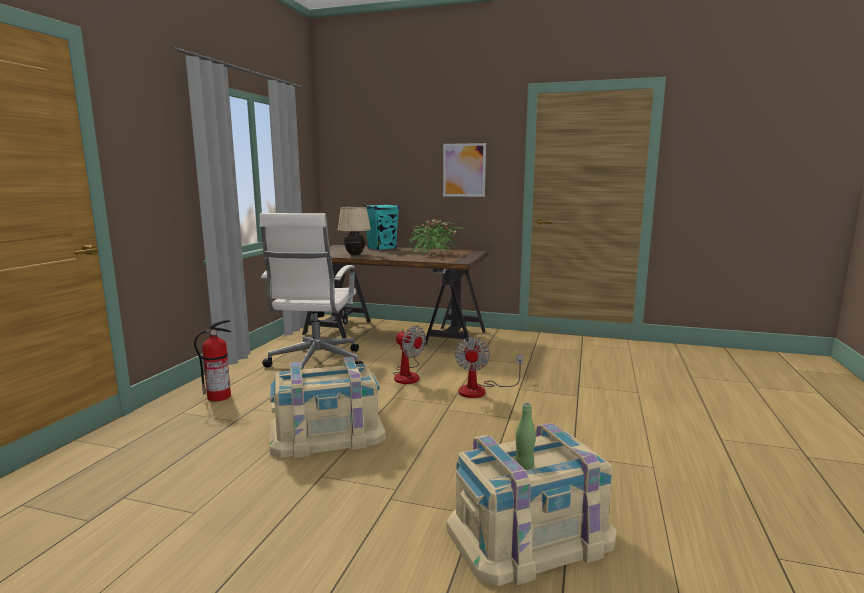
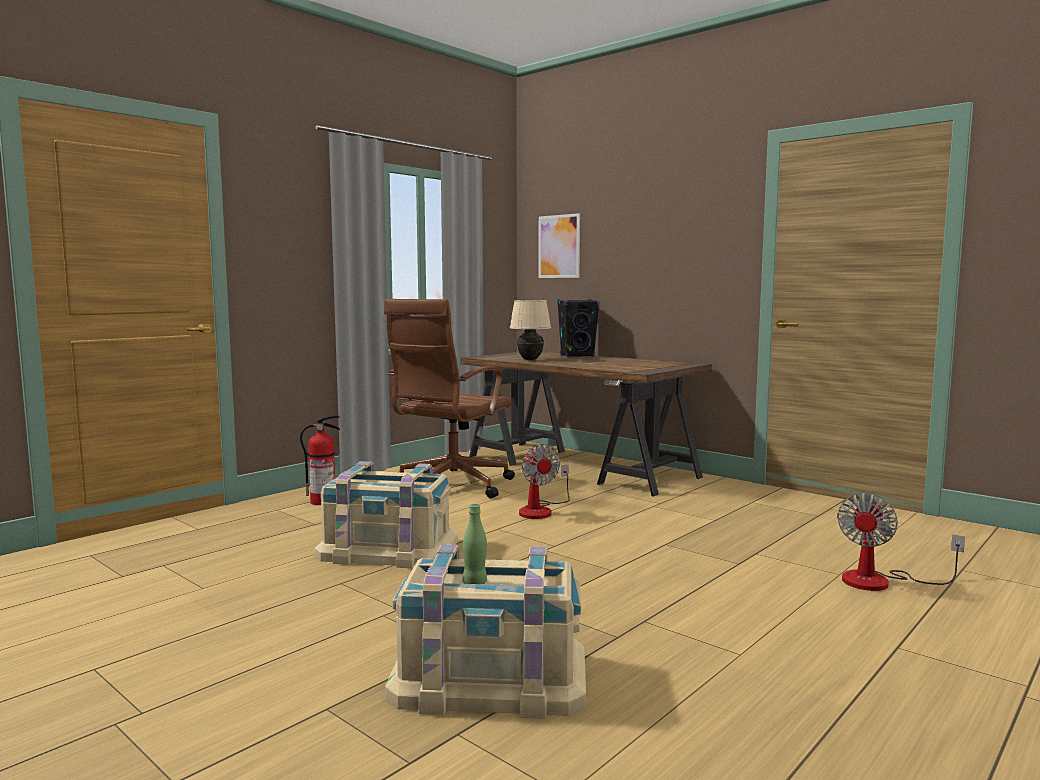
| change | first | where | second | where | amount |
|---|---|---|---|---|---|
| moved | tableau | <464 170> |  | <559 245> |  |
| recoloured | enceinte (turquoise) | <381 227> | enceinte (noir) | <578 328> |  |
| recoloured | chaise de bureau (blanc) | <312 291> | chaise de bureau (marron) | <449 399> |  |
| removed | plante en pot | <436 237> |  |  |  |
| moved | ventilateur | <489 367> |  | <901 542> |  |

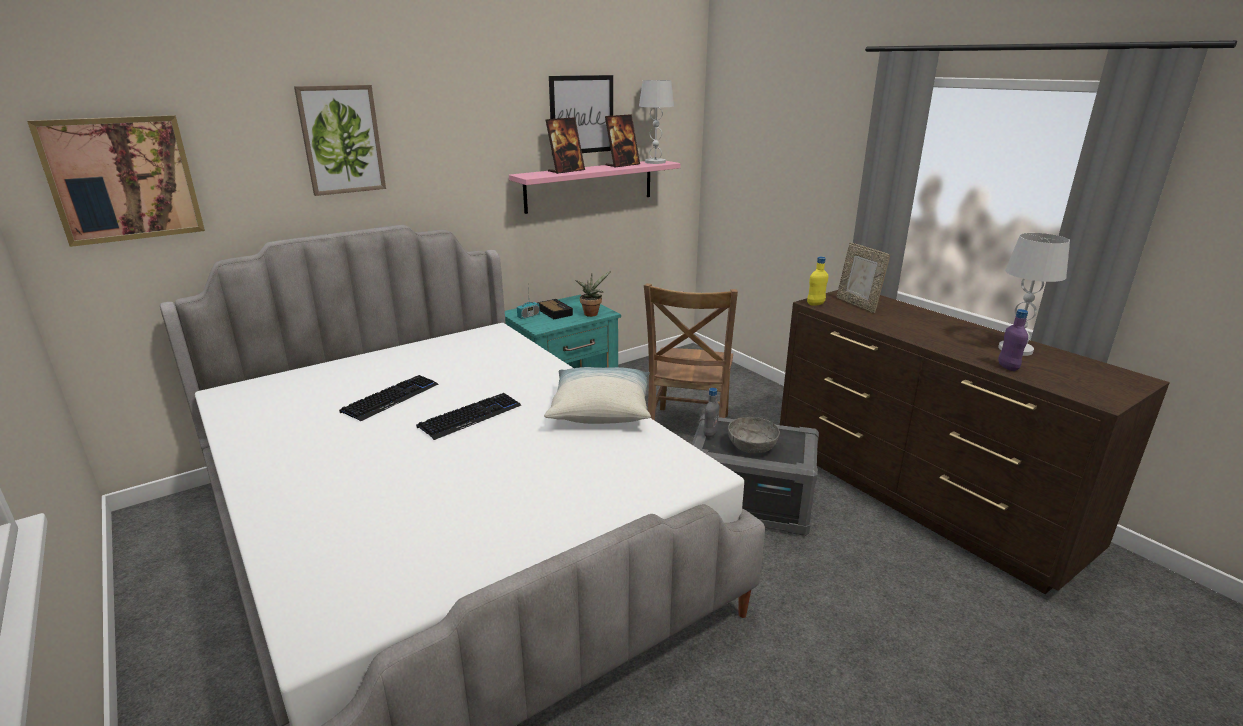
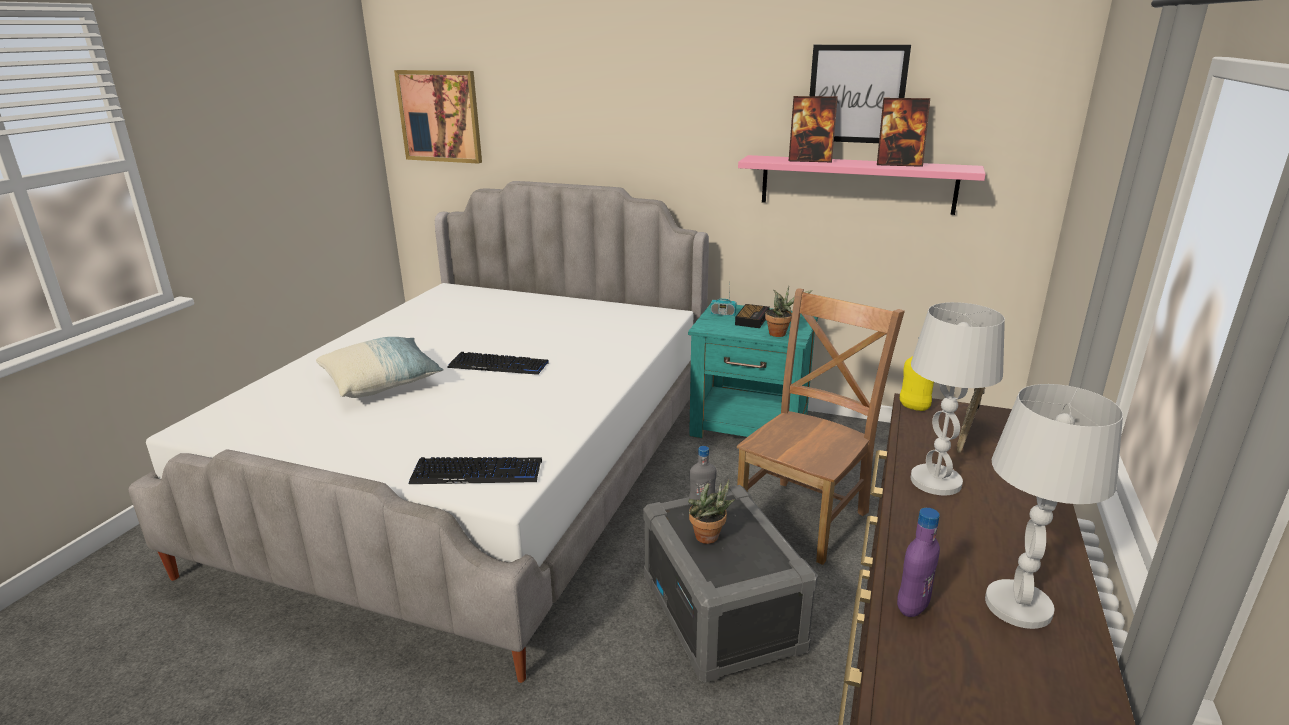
| change | first | where | second | where | amount |
|---|---|---|---|---|---|
| moved | lampe de table (blanc) | <656 122> |  | <958 399> |  |
| removed | tableau | <340 140> |  |  |  |
| turned | chaise (marron) | <691 352> |  | <821 426> | 150 degrees clockwise |
| moved | coussin | <597 395> |  | <380 367> |  |
| moved | clavier | <388 398> |  | <475 470> |  |
| replaced | bol (gris) | <754 435> | plante en pot | <711 512> |  |

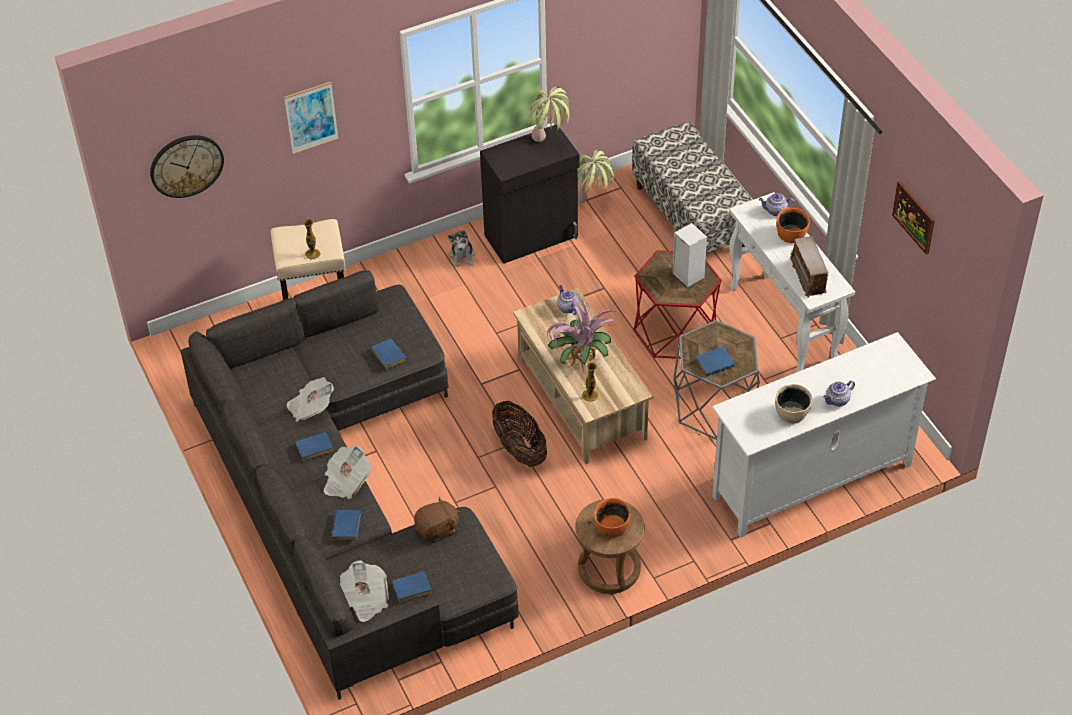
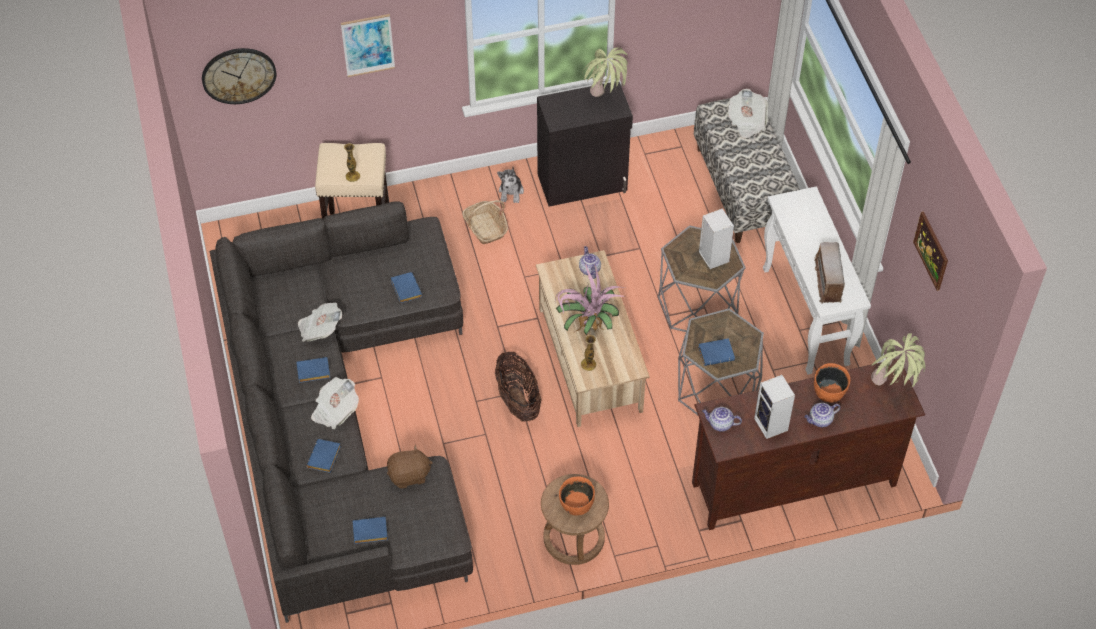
| change | first | where | second | where | amount |
|---|---|---|---|---|---|
| moved | plante en pot | <596 176> |  | <898 360> |  |
| moved | théière | <777 204> |  | <722 419> |  |
| moved | bol (orange) | <793 225> |  | <832 383> |  |
| recoloured | table d'appoint (rouge) | <678 304> | table d'appoint (gris) | <702 278> |  |
| recoloured | meuble télé (blanc) | <824 435> | meuble télé (marron) | <808 444> |  |
| replaced | bol (beige) | <793 404> | enceinte | <774 407> |  |
| moved | journal | <364 591> |  | <747 114> |  |
| added |  |  | panier | <485 222> |  |

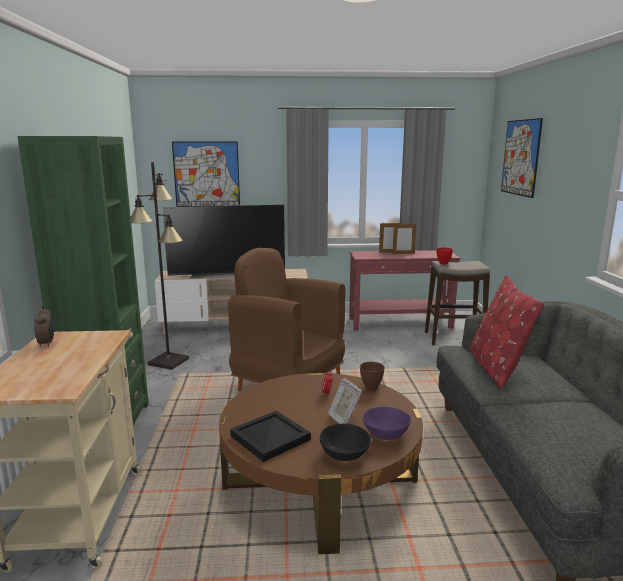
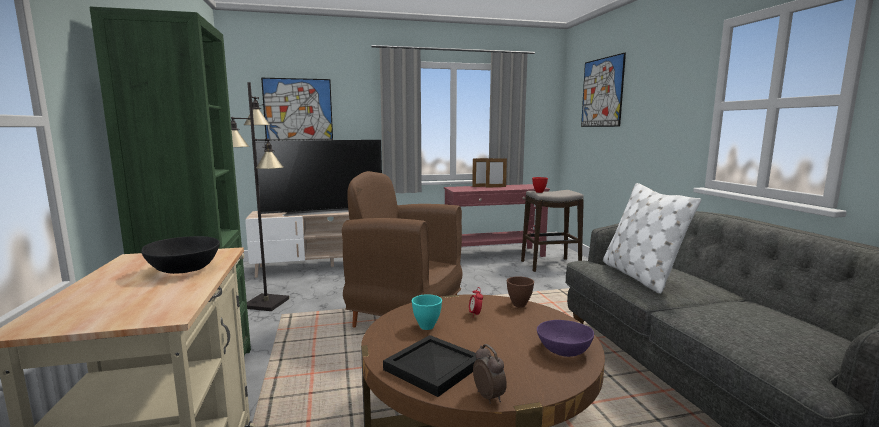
| change | first | where | second | where | amount |
|---|---|---|---|---|---|
| recoloured | coussin (rouge) | <507 332> | coussin (blanc) | <652 238> |  |
| moved | réveil | <44 326> |  | <490 374> |  |
| removed | cadre photo | <345 401> |  |  |  |
| moved | bol (noir) | <345 442> |  | <180 255> |  |
| added |  |  | bol (turquoise) | <427 312> |  |

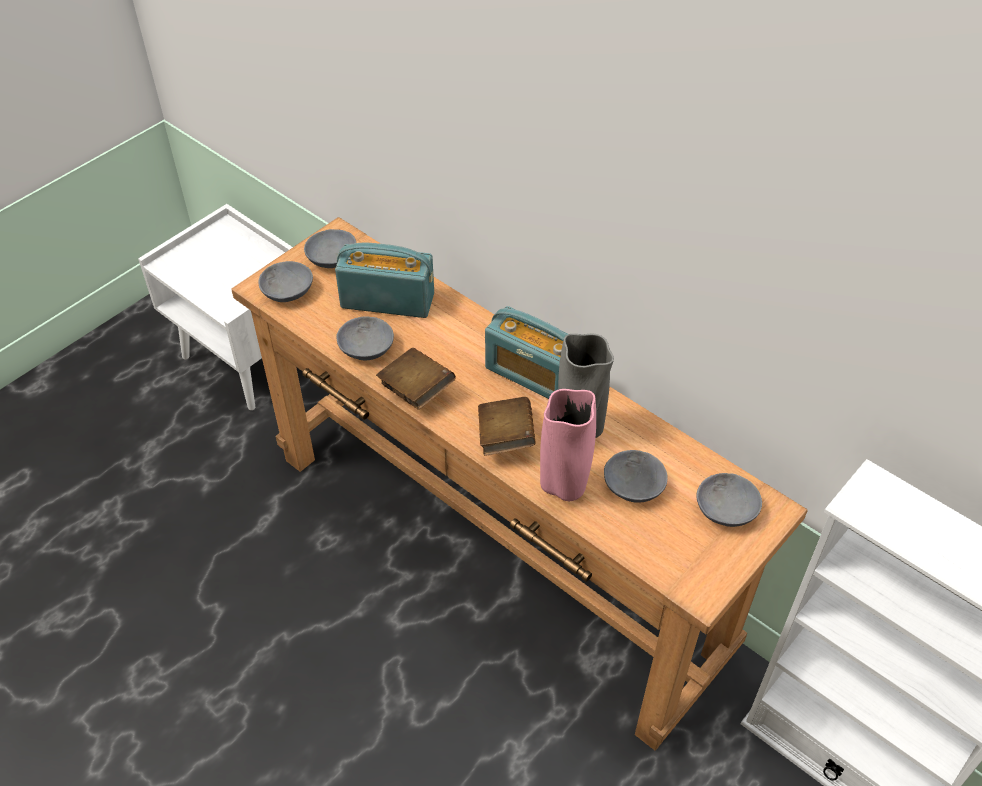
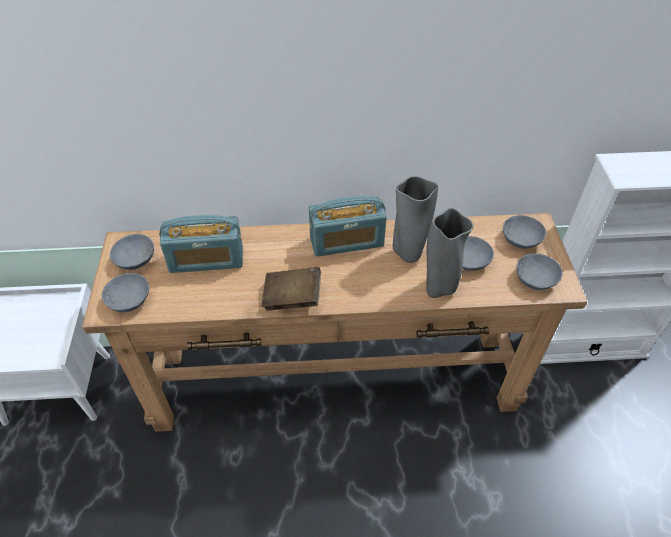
| change | first | where | second | where | amount |
|---|---|---|---|---|---|
| turned | radio | <384 280> |  | <201 244> | 150 degrees counterclockwise |
| moved | bol (gris) | <365 338> |  | <539 271> |  |
| recoloured | vase (rose) | <568 445> | vase (gris) | <449 253> |  |
| removed | livre (marron) | <506 426> |  |  |  |

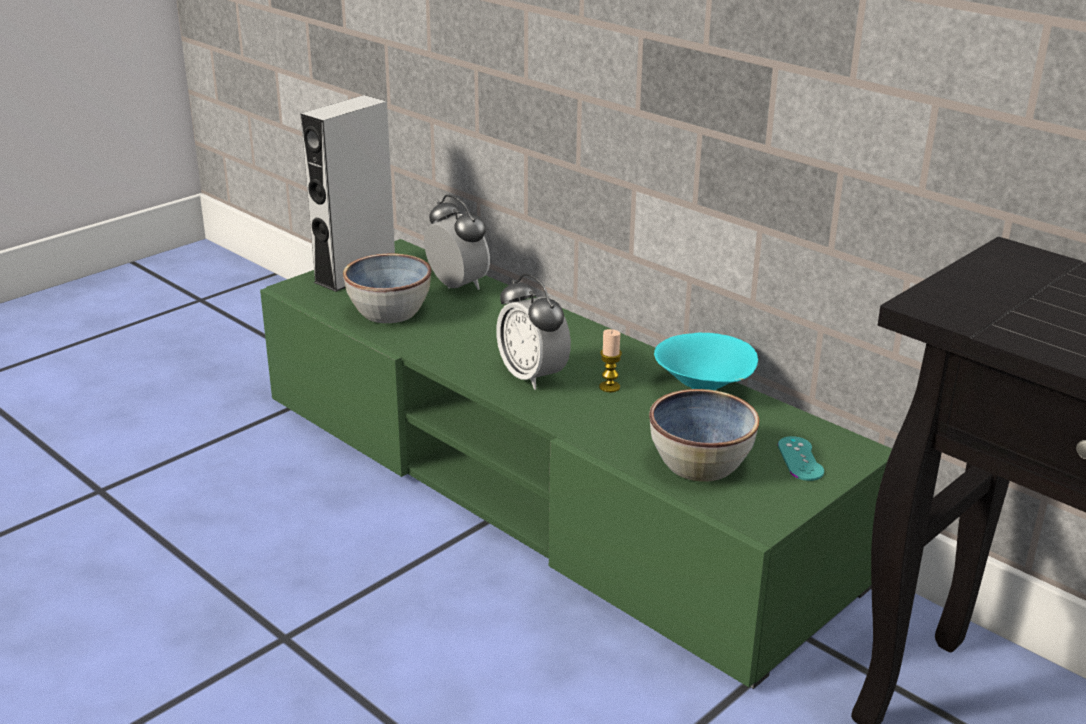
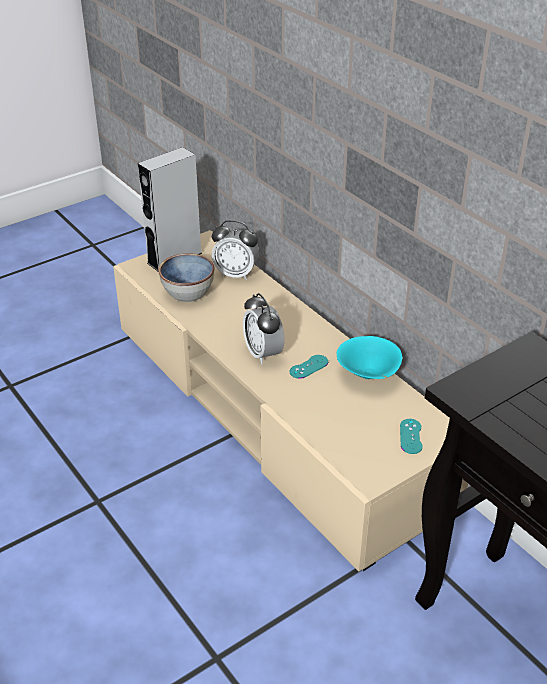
| change | first | where | second | where | amount |
|---|---|---|---|---|---|
| turned | réveil | <457 242> |  | <235 250> | 135 degrees clockwise |
| recoloured | meuble télé (vert) | <576 464> | meuble télé (beige) | <290 401> |  |
| replaced | bougie | <610 360> | manette (turquoise) | <309 367> |  |
| removed | bol | <704 435> |  |  |  |

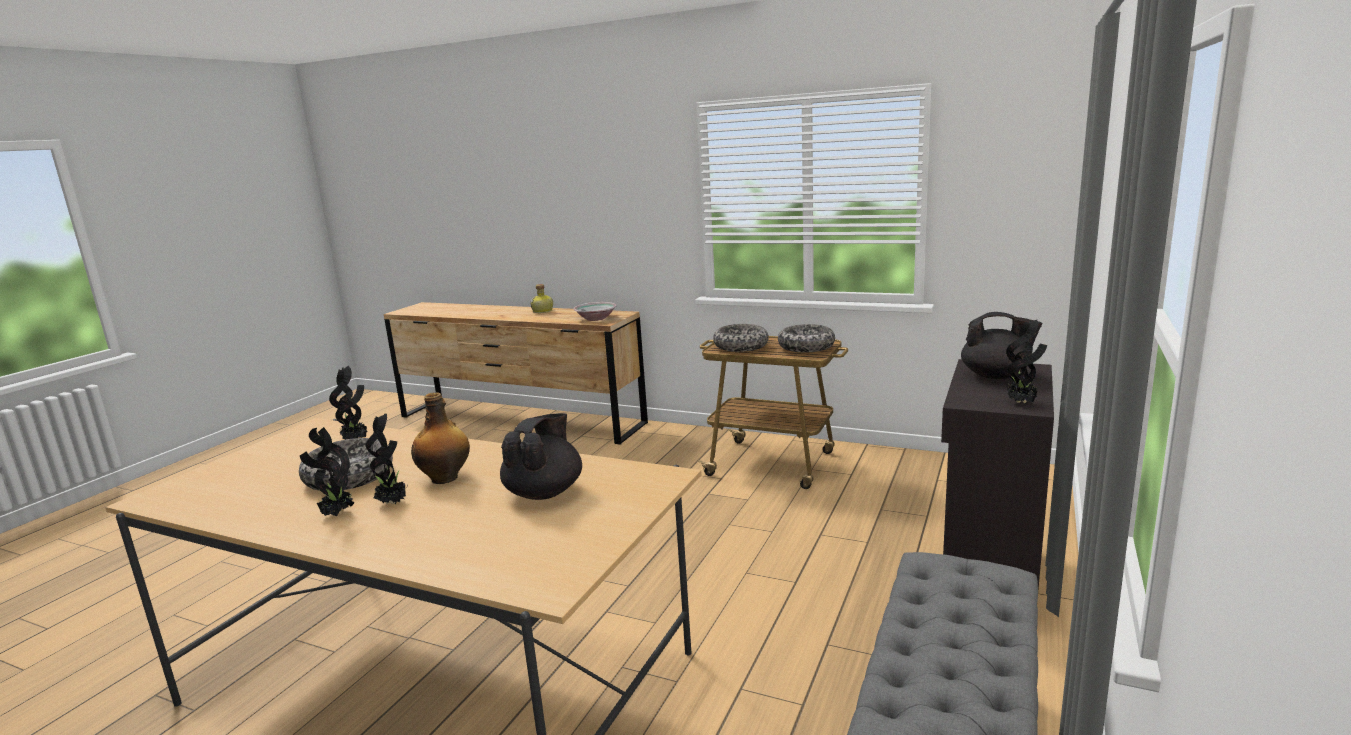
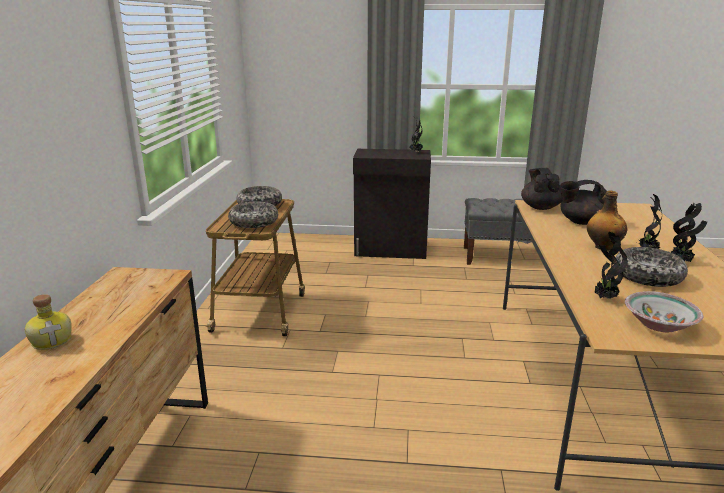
| change | first | where | second | where | amount |
|---|---|---|---|---|---|
| moved | bol | <595 311> |  | <664 311> |  |
| moved | théière (noir) | <1001 345> |  | <541 189> |  |

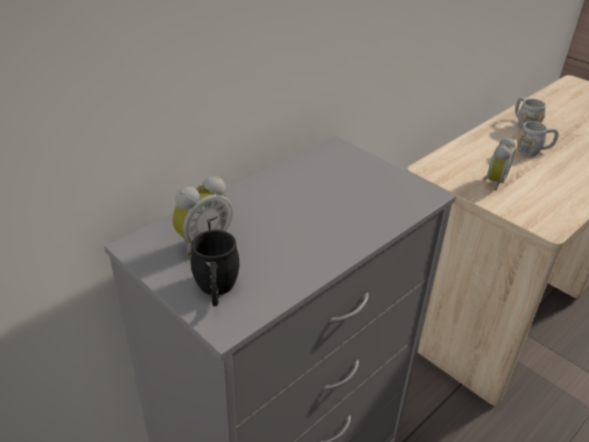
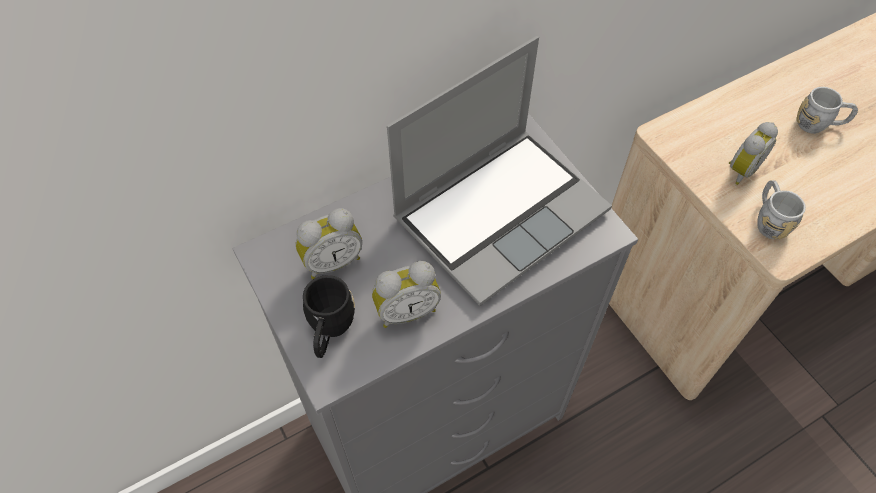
| change | first | where | second | where | amount |
|---|---|---|---|---|---|
| moved | mug (gris) | <530 113> |  | <781 210> |  |
| added |  |  | ordinateur portable | <499 171> |  |
| added |  |  | réveil | <406 294> |  |

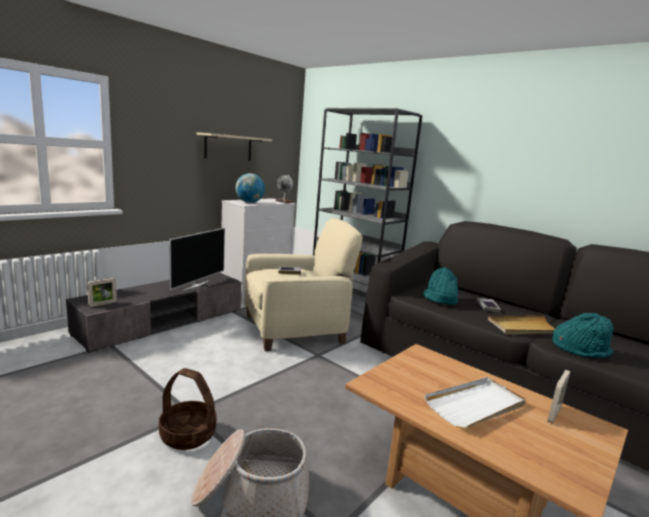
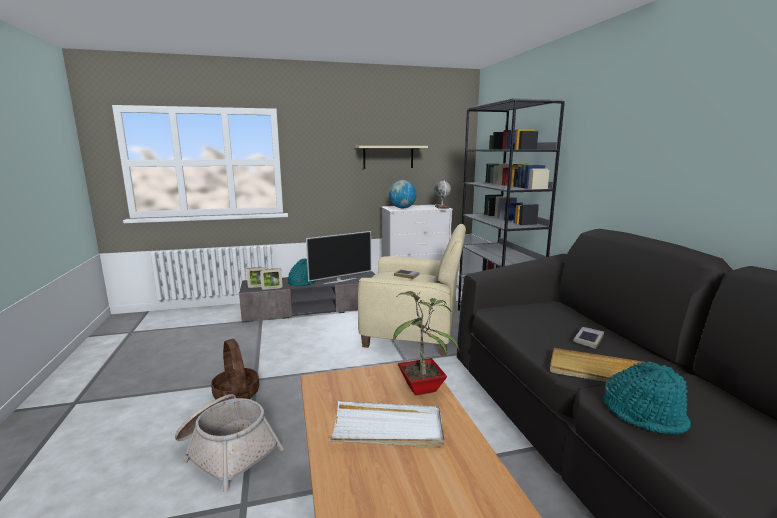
| change | first | where | second | where | amount |
|---|---|---|---|---|---|
| moved | chapeau (turquoise) | <441 286> |  | <302 272> |  |
| moved | cadre photo | <559 397> |  | <271 279> |  |
| added |  |  | plante en pot | <426 343> |  |

